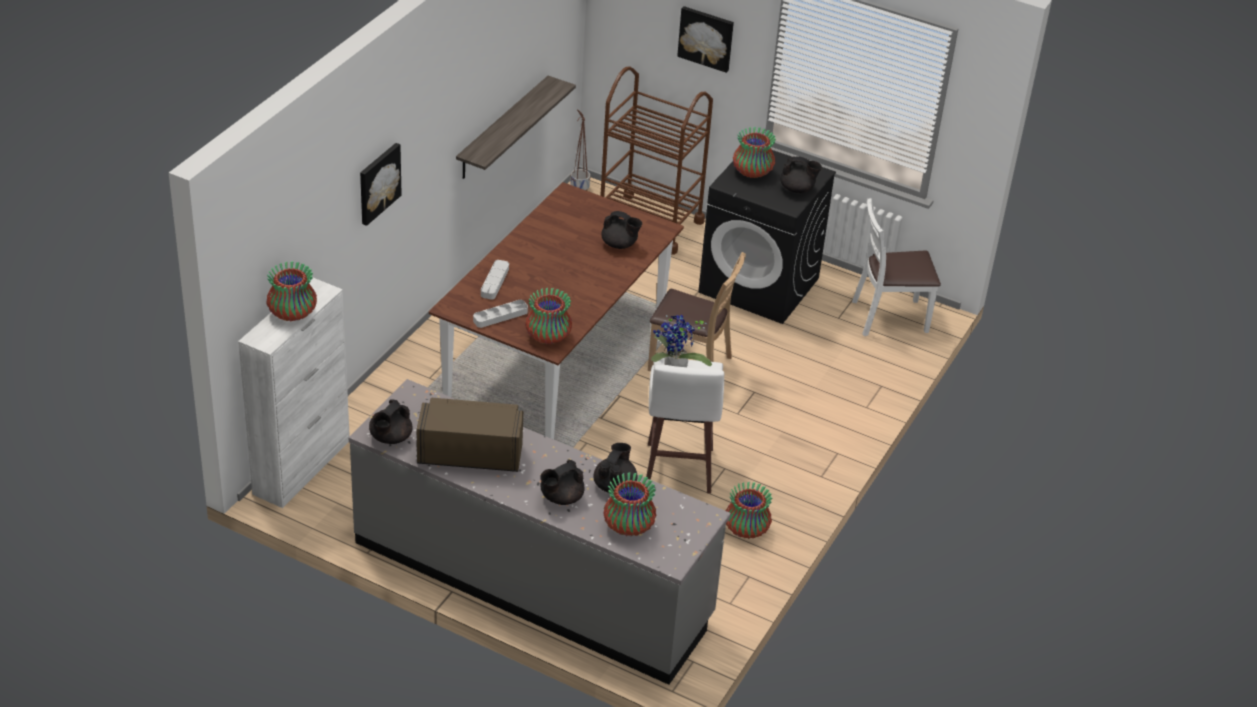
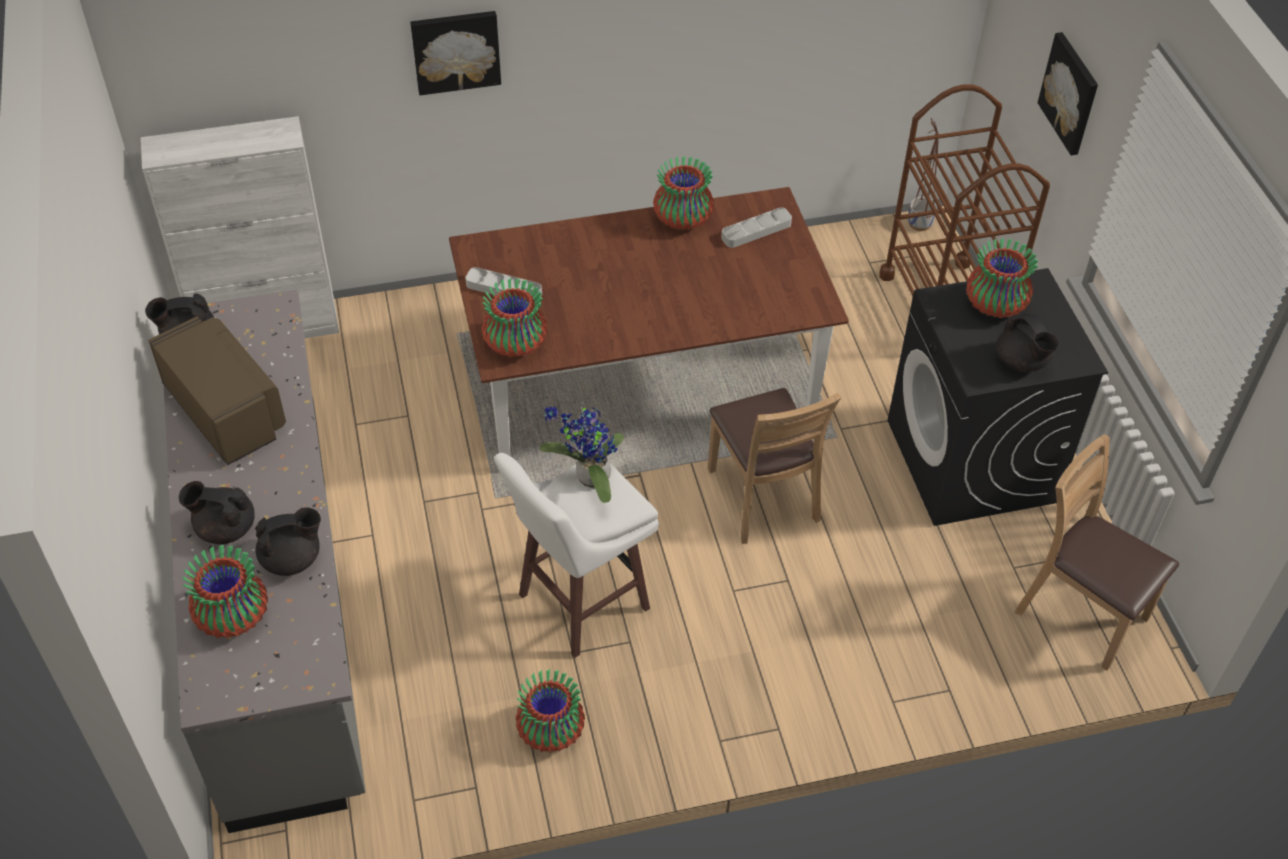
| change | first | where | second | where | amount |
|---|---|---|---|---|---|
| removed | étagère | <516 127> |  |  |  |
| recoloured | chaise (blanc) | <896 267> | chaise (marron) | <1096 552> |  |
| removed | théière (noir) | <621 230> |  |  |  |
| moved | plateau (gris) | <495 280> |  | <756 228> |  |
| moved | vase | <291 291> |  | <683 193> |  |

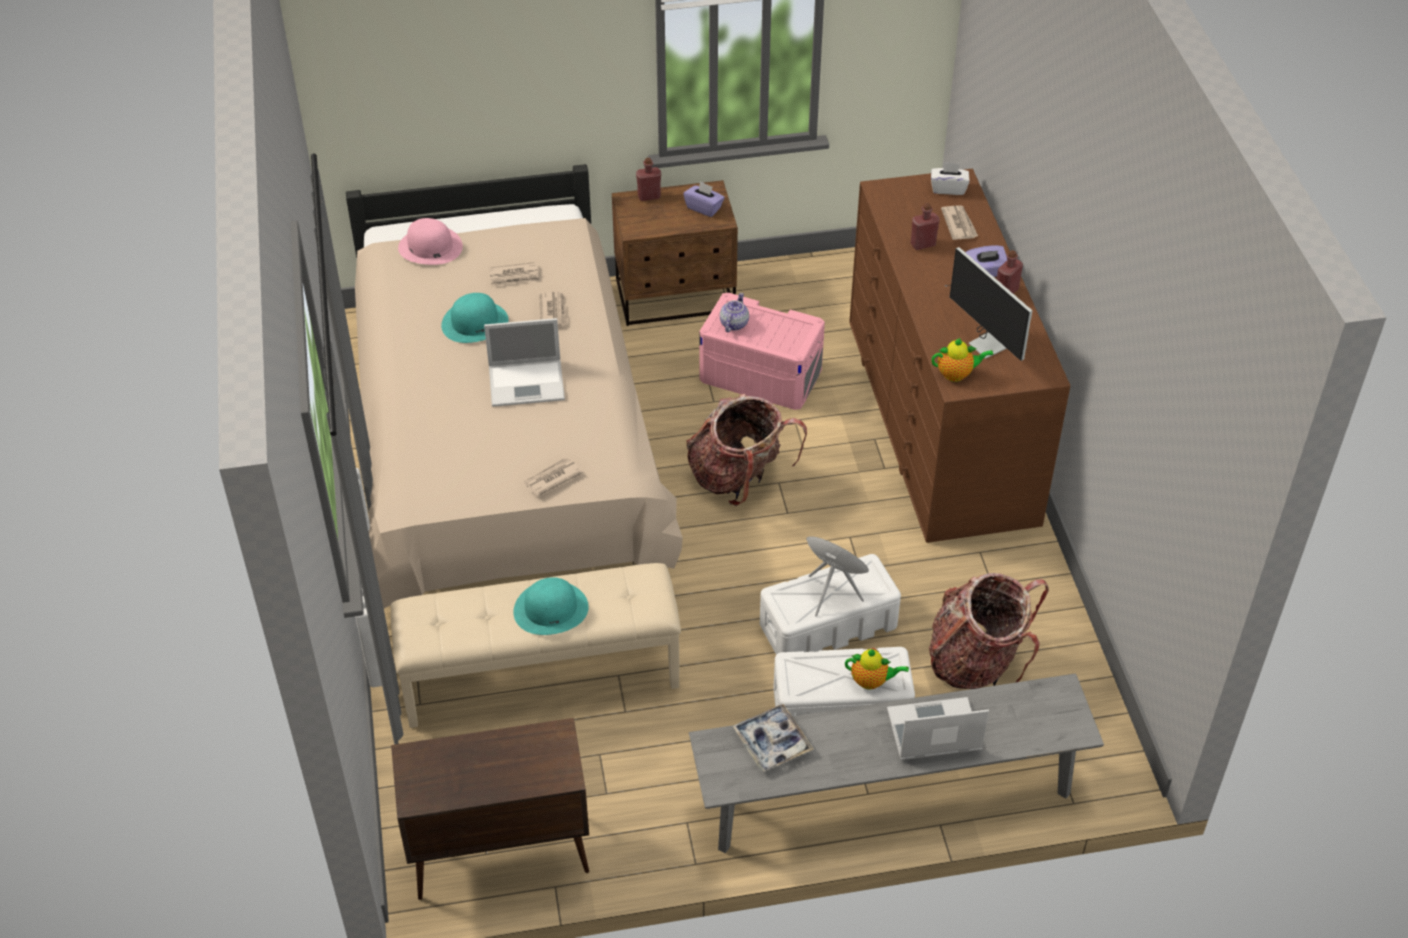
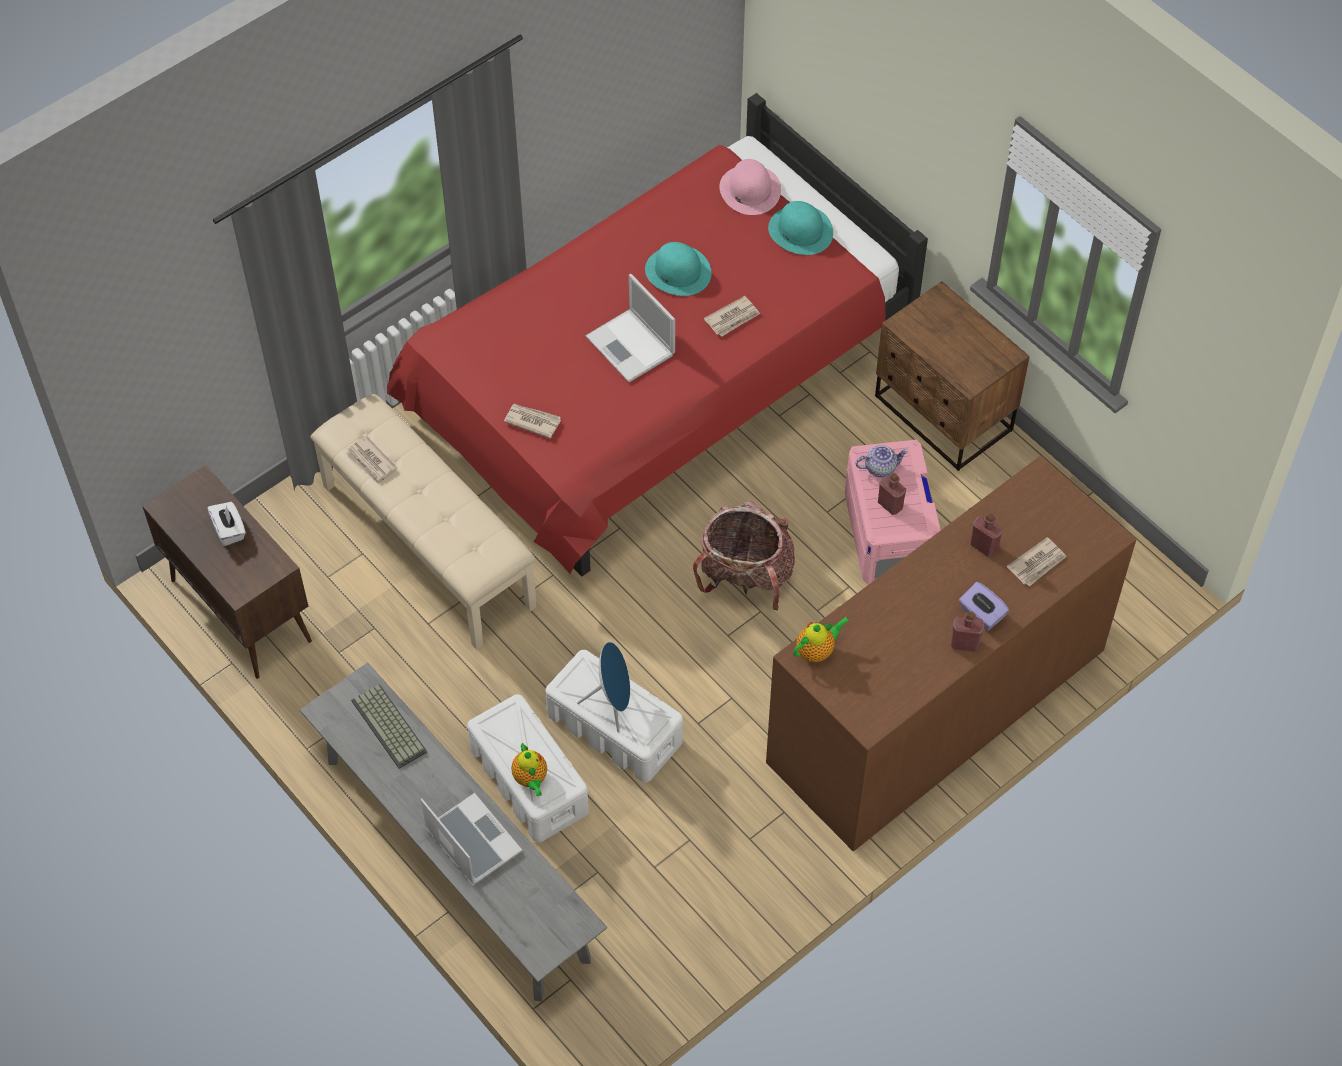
| change | first | where | second | where | amount |
|---|---|---|---|---|---|
| moved | bouteille (rouge) | <648 179> |  | <892 494> |  |
| moved | boîte à mouchoirs (blanc) | <950 178> |  | <226 524> |  |
| recoloured | lit (beige) | <514 386> | lit (rouge) | <657 334> |  |
| removed | boîte à mouchoirs (violet) | <704 199> |  |  |  |
| removed | écran d'ordinateur | <989 304> |  |  |  |
| moved | journal | <515 274> |  | <371 460> |  |
| turned | théière | <962 360> |  | <821 639> | 90 degrees counterclockwise |
| removed | sac à dos | <989 631> |  |  |  |
| moved | chapeau (turquoise) | <551 606> |  | <800 228> |  |
| replaced | plateau | <773 737> | clavier | <389 726> |  |

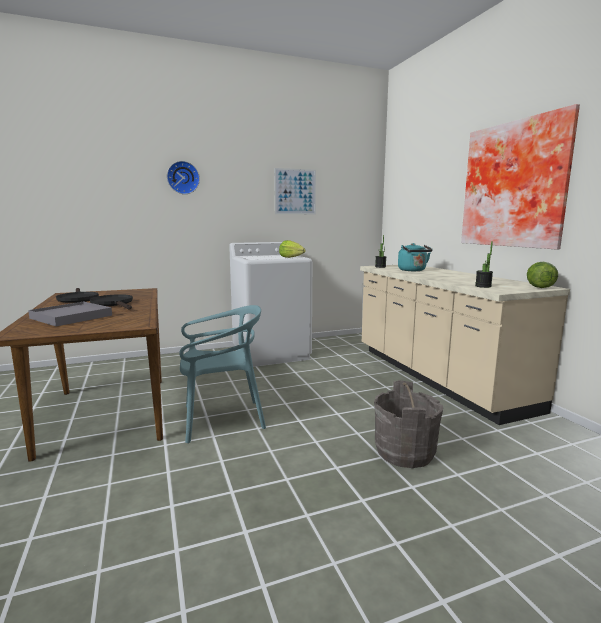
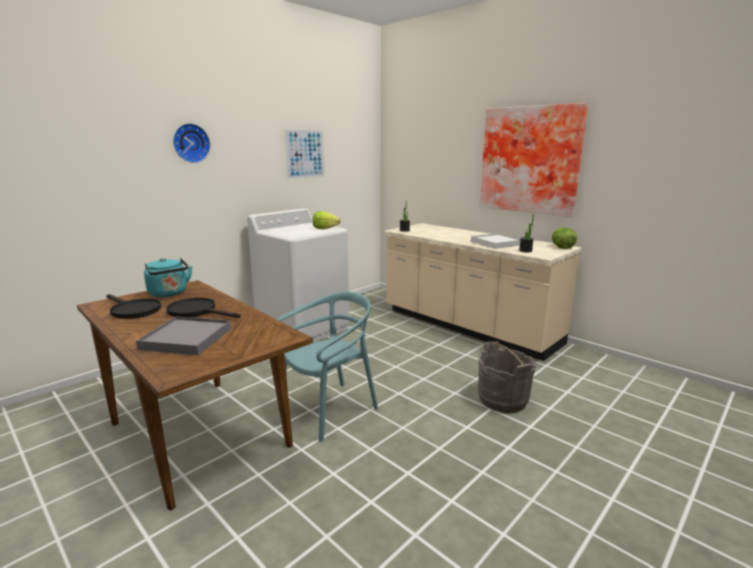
| change | first | where | second | where | amount |
|---|---|---|---|---|---|
| moved | bouilloire (turquoise) | <415 257> |  | <168 277> |  |
| added |  |  | plateau (blanc) | <495 241> |  |

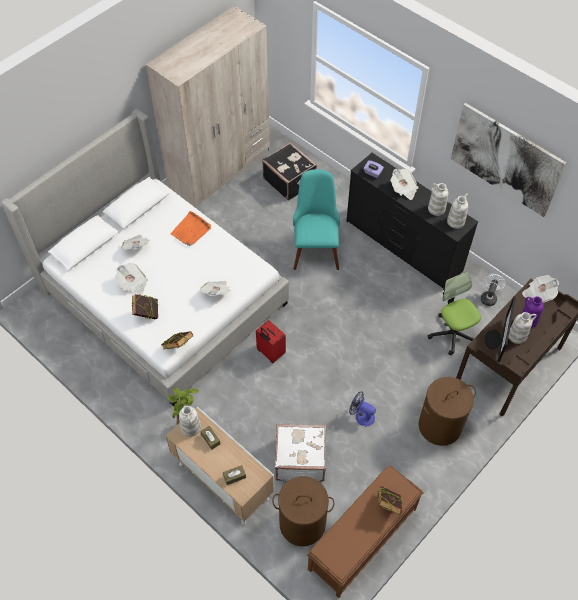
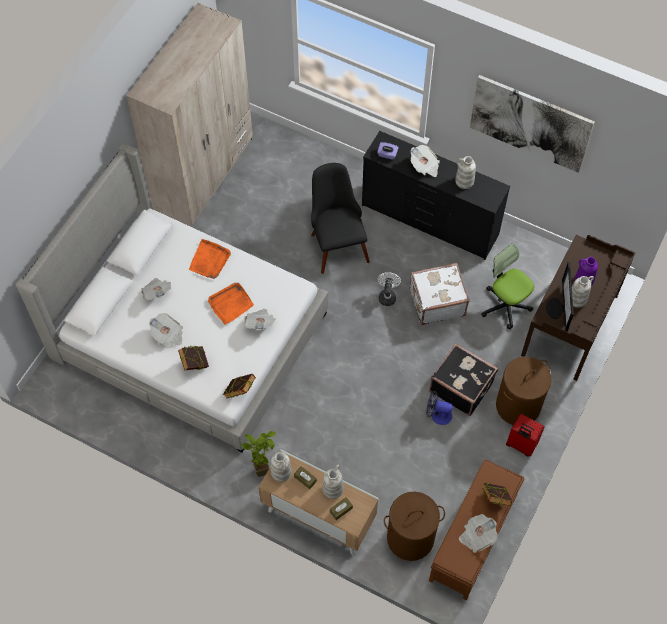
| change | first | where | second | where | amount |
|---|---|---|---|---|---|
| moved | valise (noir) | <289 171> |  | <463 379> |  |
| recoloured | chaise (turquoise) | <316 219> | chaise (noir) | <340 218> |  |
| moved | vase (blanc) | <457 211> |  | <333 481> |  |
| moved | ventilateur (blanc) | <493 290> |  | <389 289> |  |
| moved | journal | <540 289> |  | <478 533> |  |
| moved | valise (rouge) | <271 341> |  | <525 435> |  |
| moved | valise (blanc) | <300 452> |  | <440 294> |  |
| added |  |  | plateau (orange) | <231 304> |  |

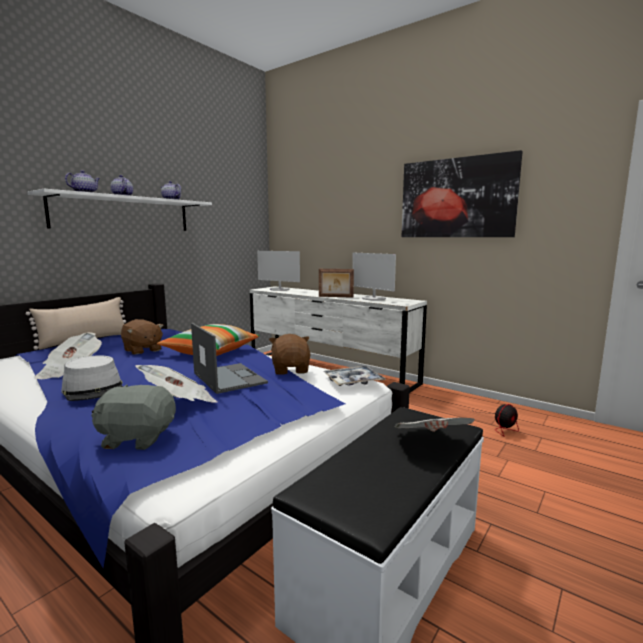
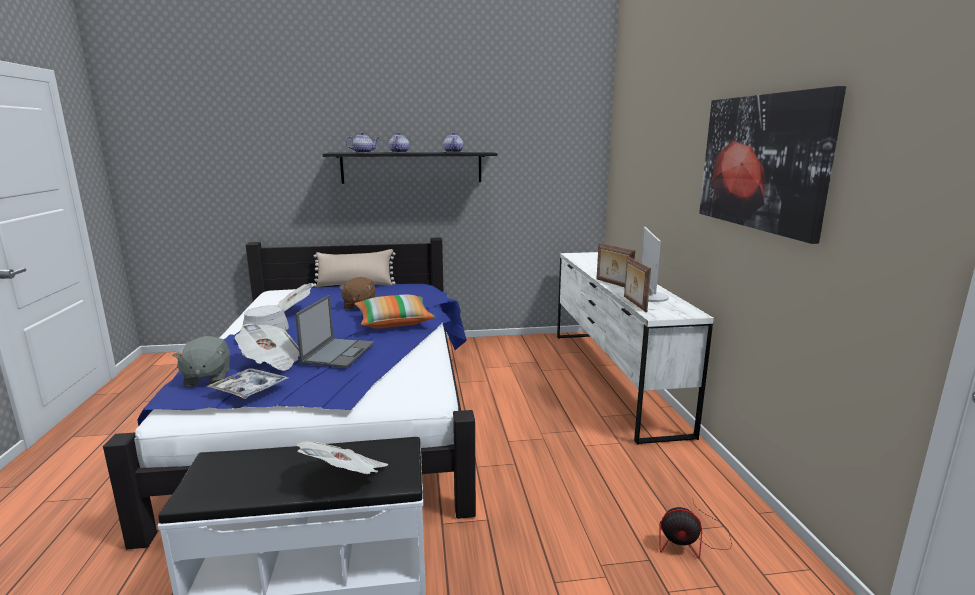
| change | first | where | second | where | amount |
|---|---|---|---|---|---|
| recoloured | étagère (blanc) | <120 210> | étagère (noir) | <410 168> |  |
| removed | écran d'ordinateur | <278 271> |  |  |  |
| removed | peluche (marron) | <290 354> |  |  |  |
| moved | plateau | <355 376> |  | <247 383> |  |
| turned | peluche (gris) | <133 417> |  | <201 361> | 150 degrees counterclockwise |
| added |  |  | cadre photo | <637 284> |  |

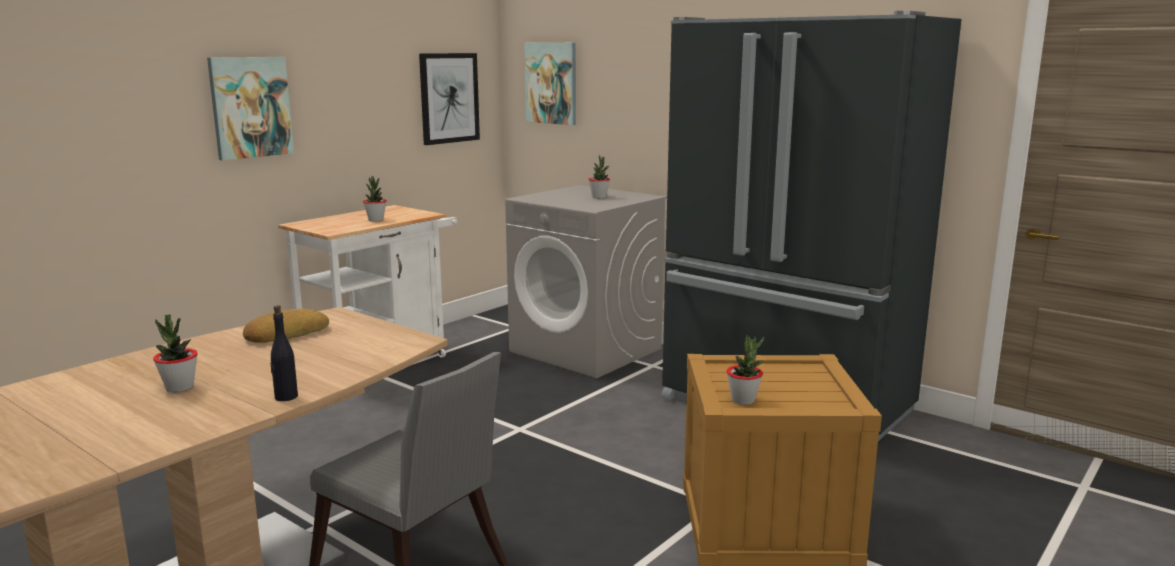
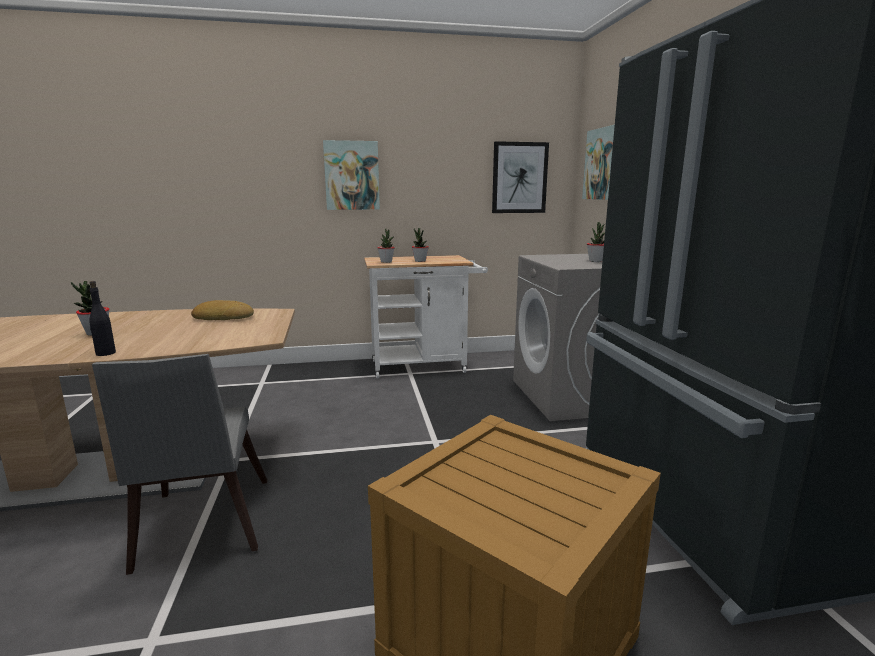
| change | first | where | second | where | amount |
|---|---|---|---|---|---|
| moved | plante en pot | <745 370> |  | <386 246> |  |

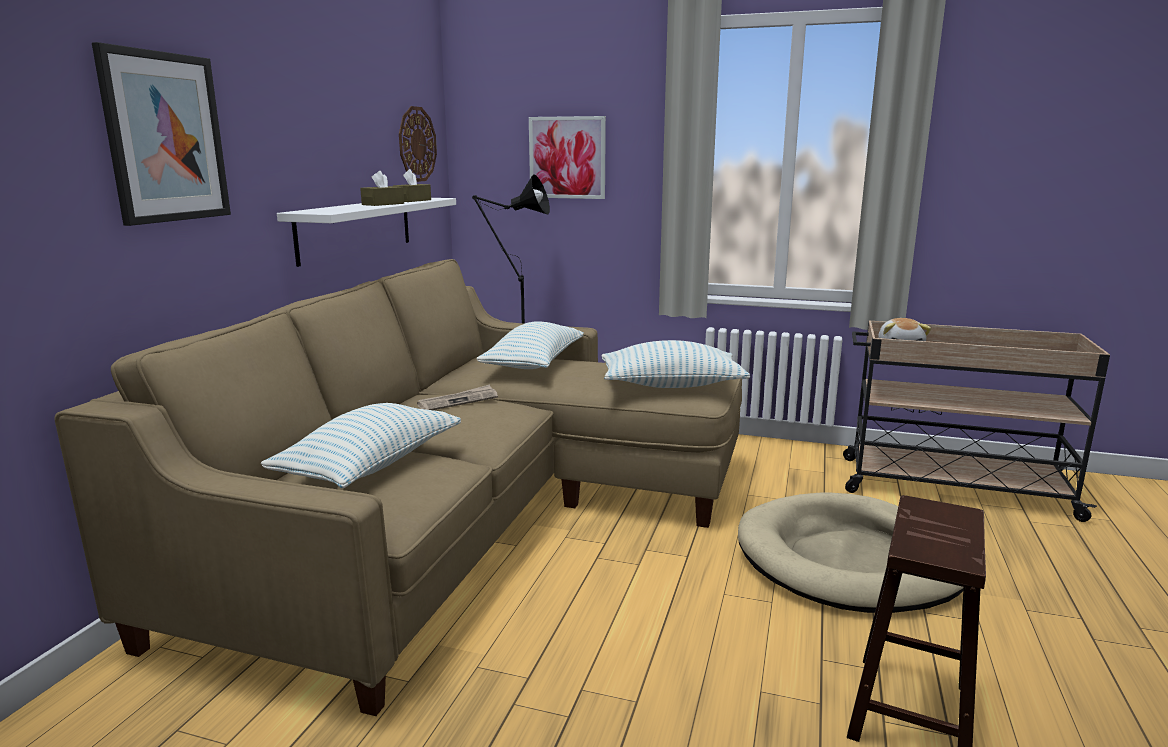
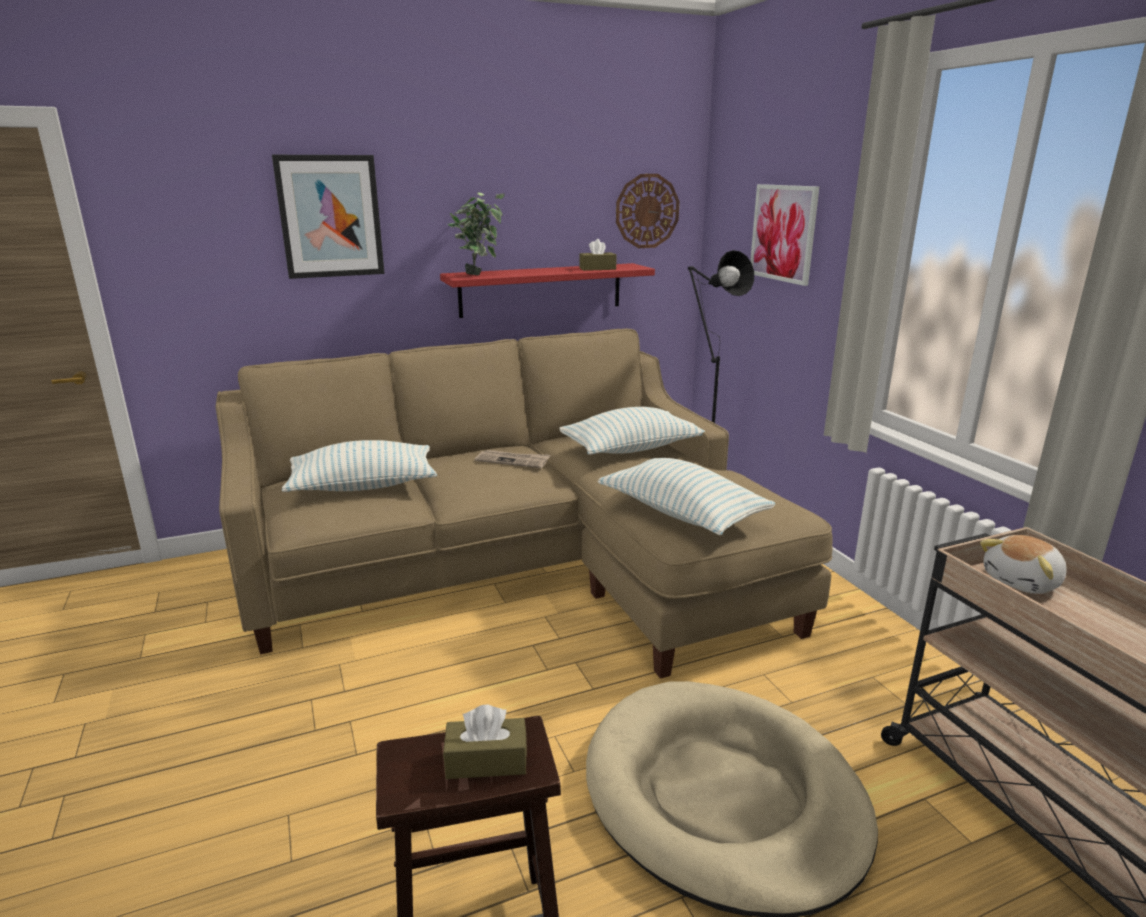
| change | first | where | second | where | amount |
|---|---|---|---|---|---|
| moved | boîte à mouchoirs (marron) | <382 188> |  | <485 741> |  |
| recoloured | étagère (blanc) | <366 232> | étagère (rouge) | <547 290> |  |
| added |  |  | plante en pot | <476 234> |  |

